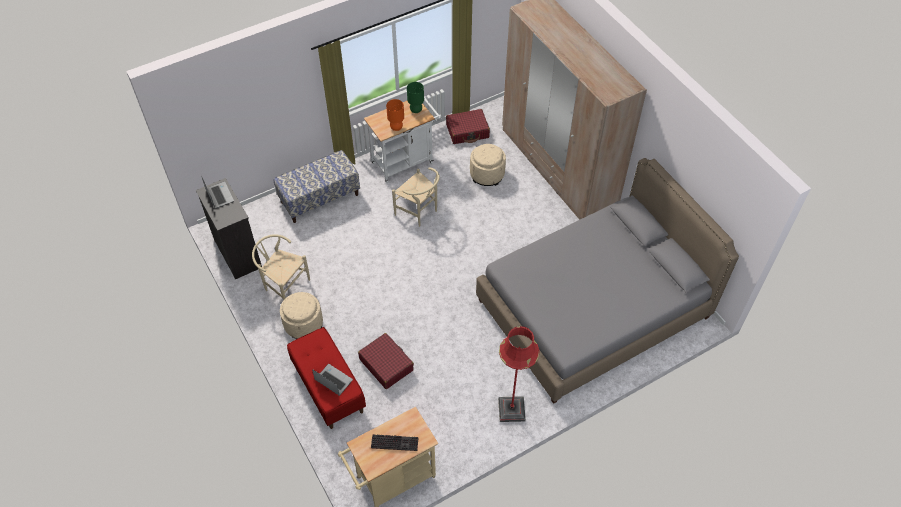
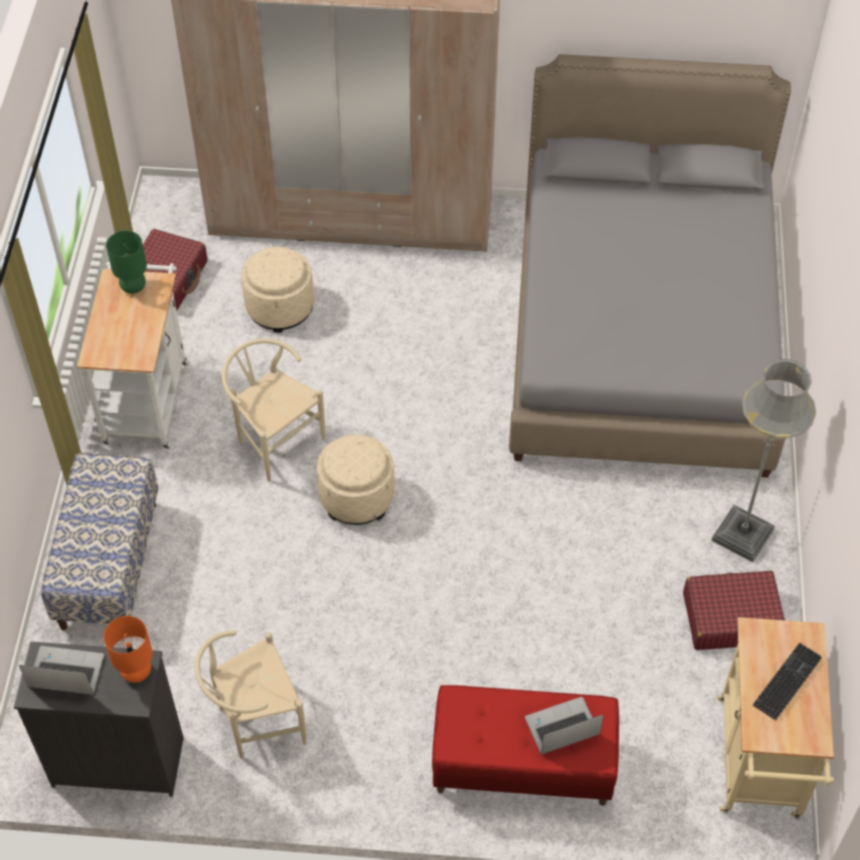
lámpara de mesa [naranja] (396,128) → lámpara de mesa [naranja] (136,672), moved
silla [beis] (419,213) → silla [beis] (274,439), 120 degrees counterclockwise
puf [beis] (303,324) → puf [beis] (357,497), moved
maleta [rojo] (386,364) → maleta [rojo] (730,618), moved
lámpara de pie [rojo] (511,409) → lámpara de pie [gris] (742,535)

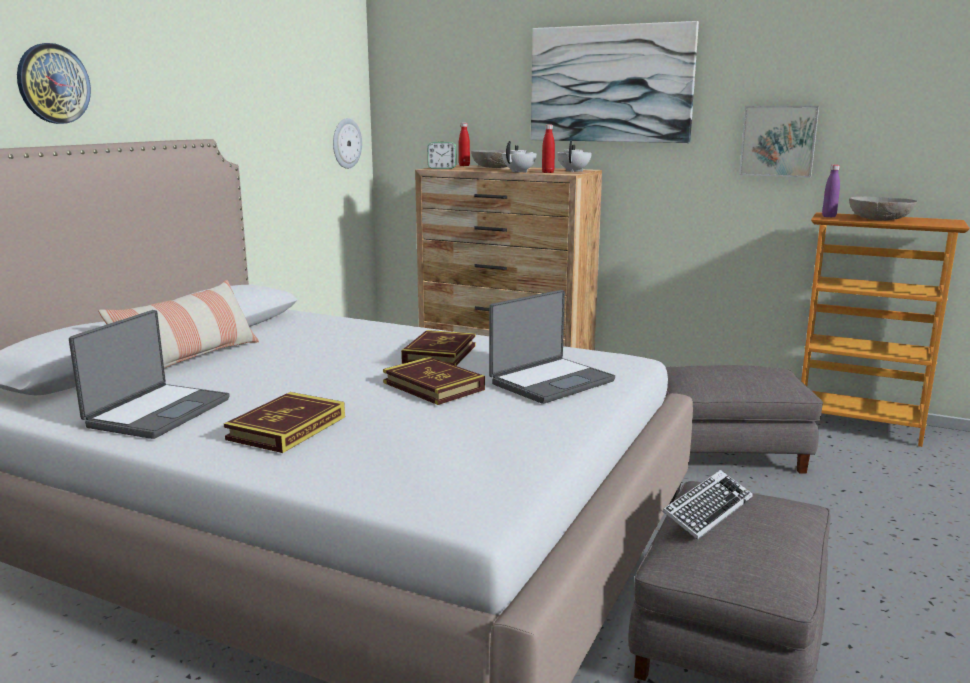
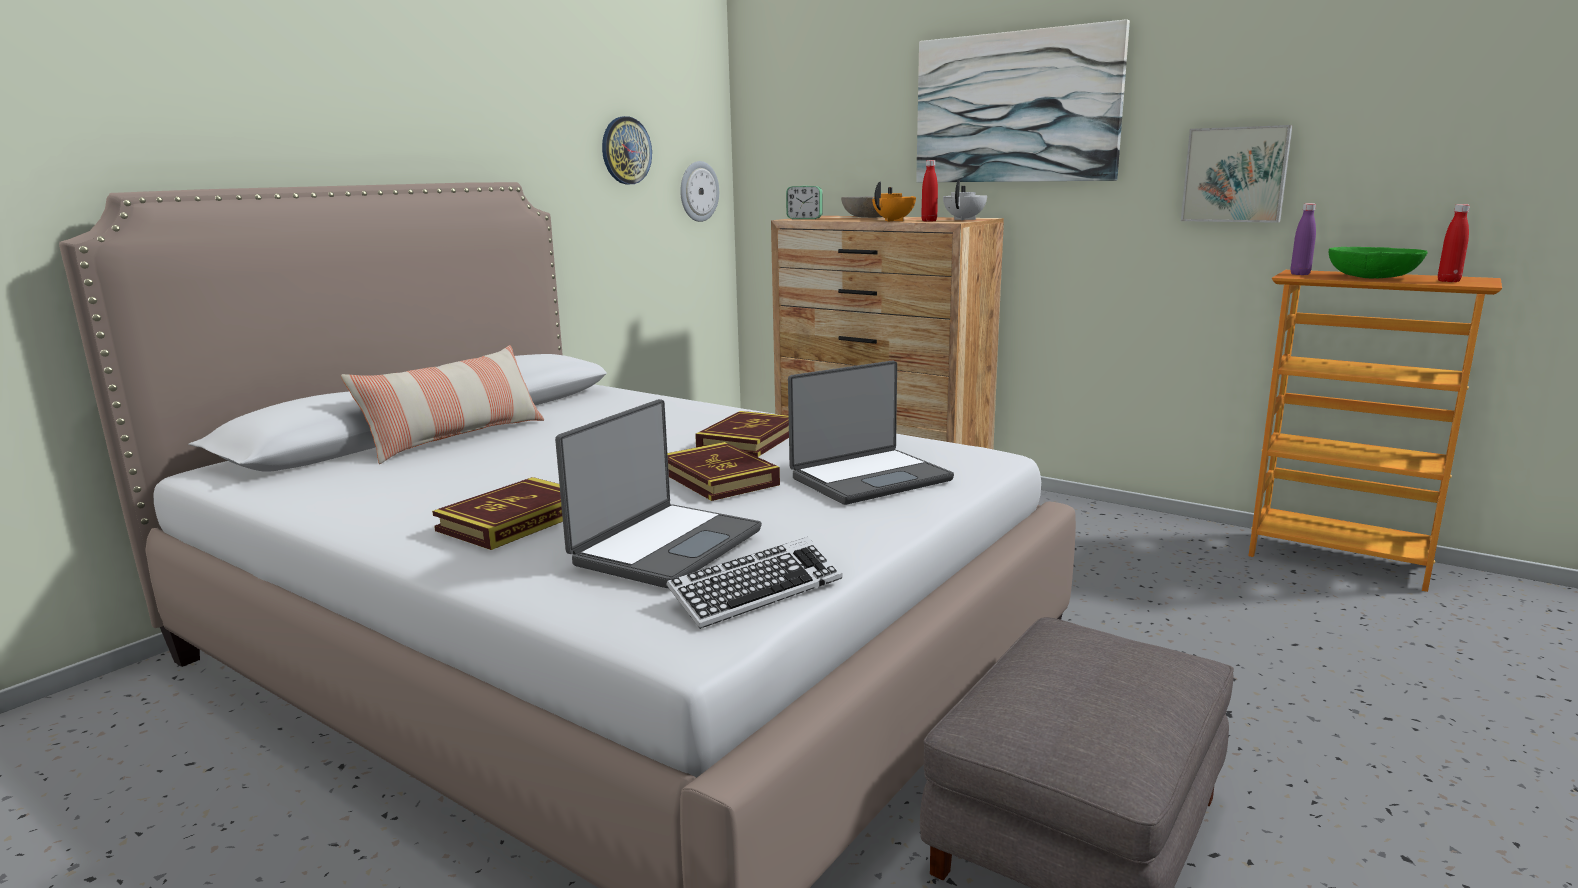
portátil (157,412) → portátil (665,546), moved
reloj de pared (53,84) → reloj de pared (625,150), moved
teclado (707,510) → teclado (756,591), moved
tetera [blanco] (519,172) → tetera [naranja] (894,220)
cuenco [gris] (880,219) → cuenco [verde] (1373,277)
botella [rojo] (464,165) → botella [rojo] (1448,281), moved
puf [gris] (726,453) → -

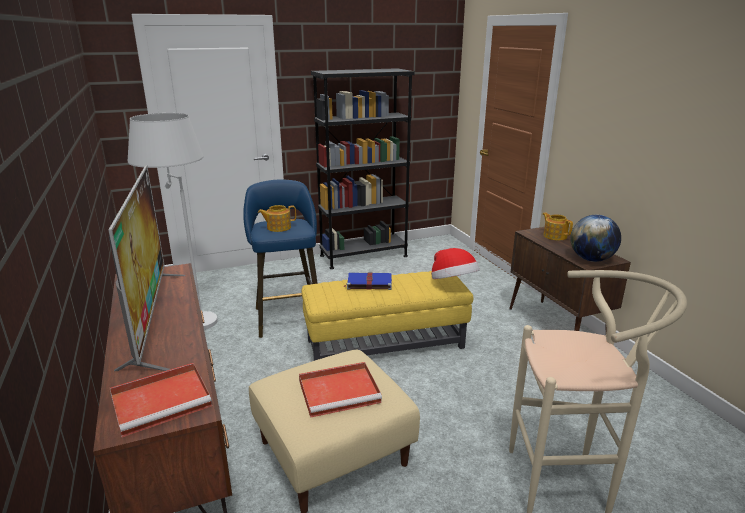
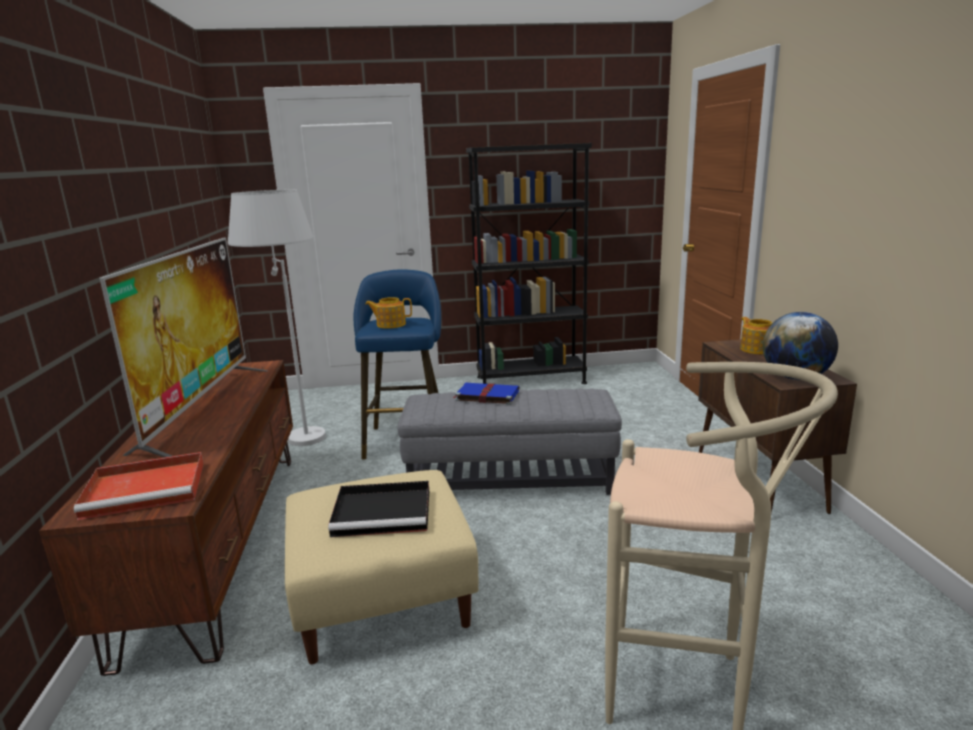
bandeja [rojo] (340,391) → bandeja [negro] (384,512)
puf [amarillo] (385,344) → puf [gris] (510,480)
sombrero (453,283) → -

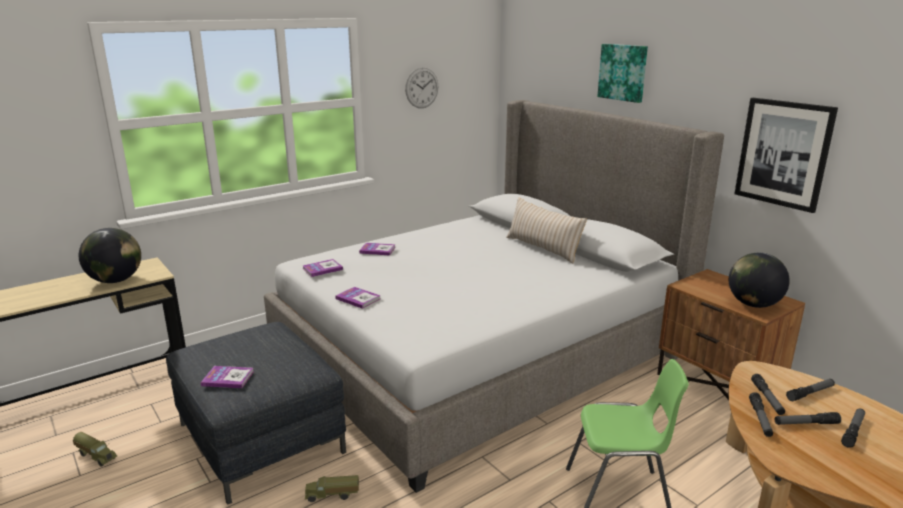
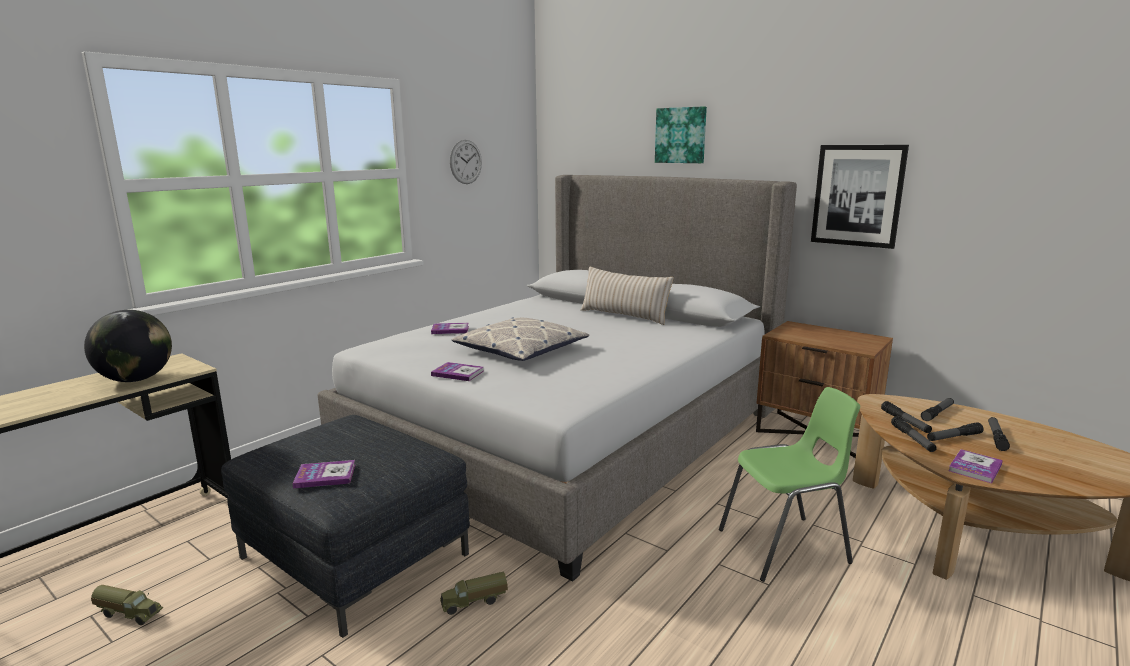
- → cojín (521,350)
libro (322,269) → libro (975,467), moved
globo terráqueo (753,304) → -

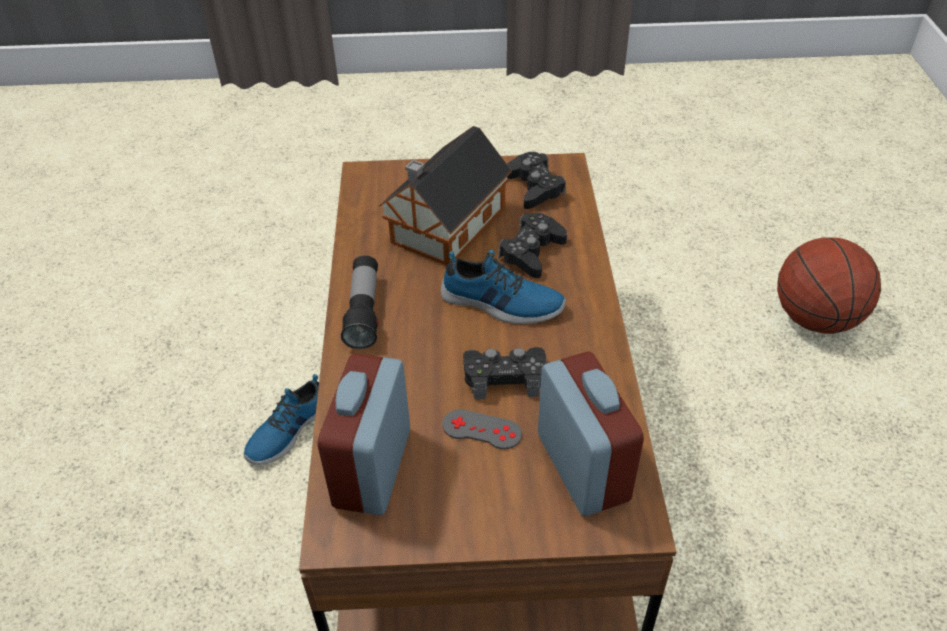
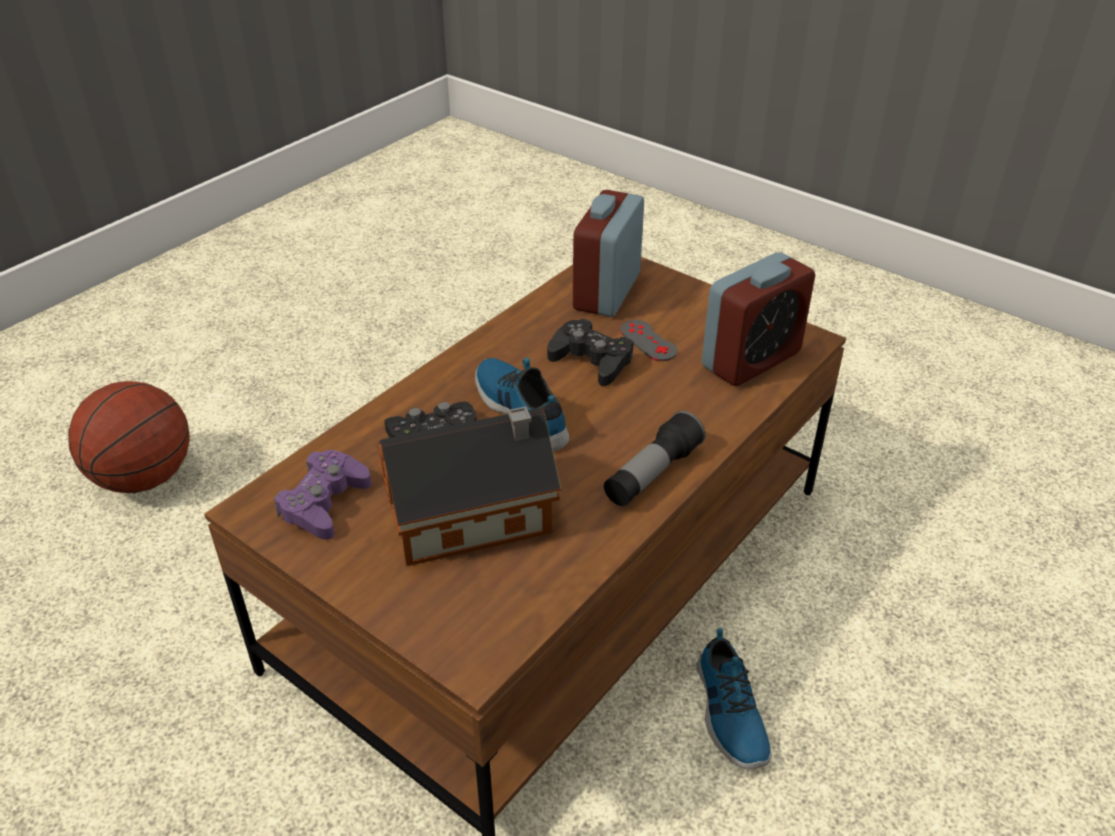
mando de consola [negro] (534,187) → mando de consola [morado] (324,503)
zapato (288,430) → zapato (728,712), 90 degrees clockwise

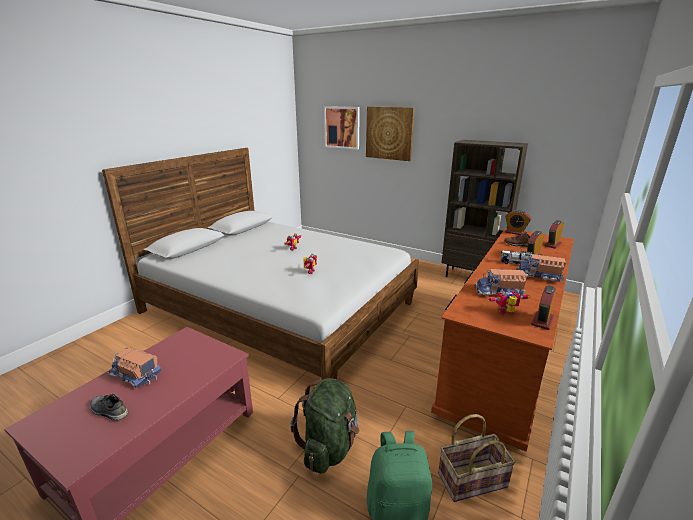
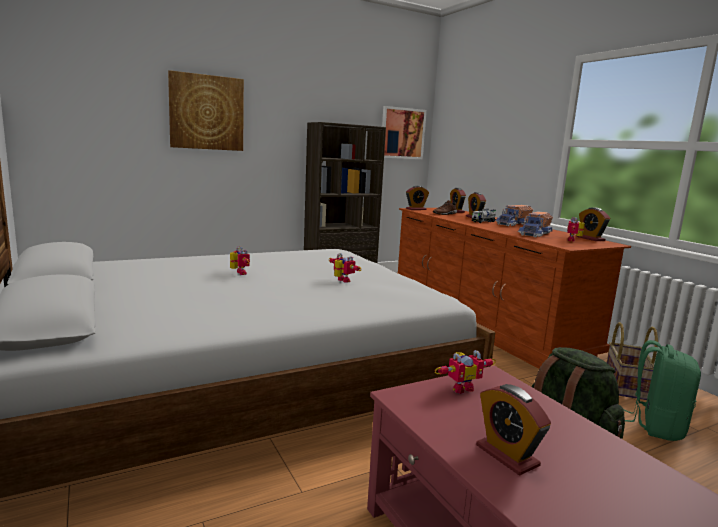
cuadro (342,127) → cuadro (402,133), moved
- → robot de juguete (460,387)
camión de juguete (135,375) → despertador (507,455)
zapato [gris] (108,411) → -

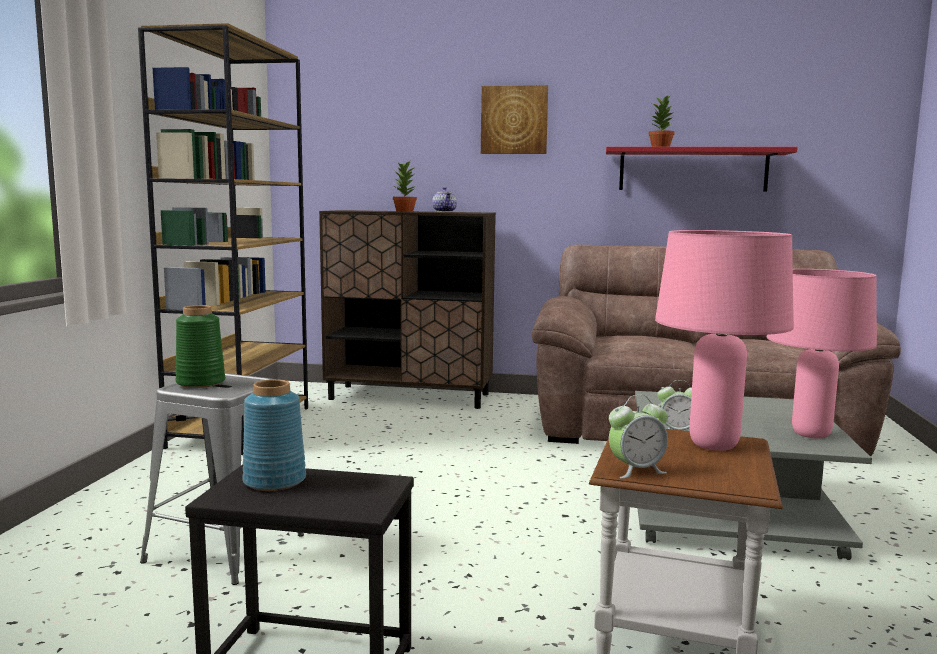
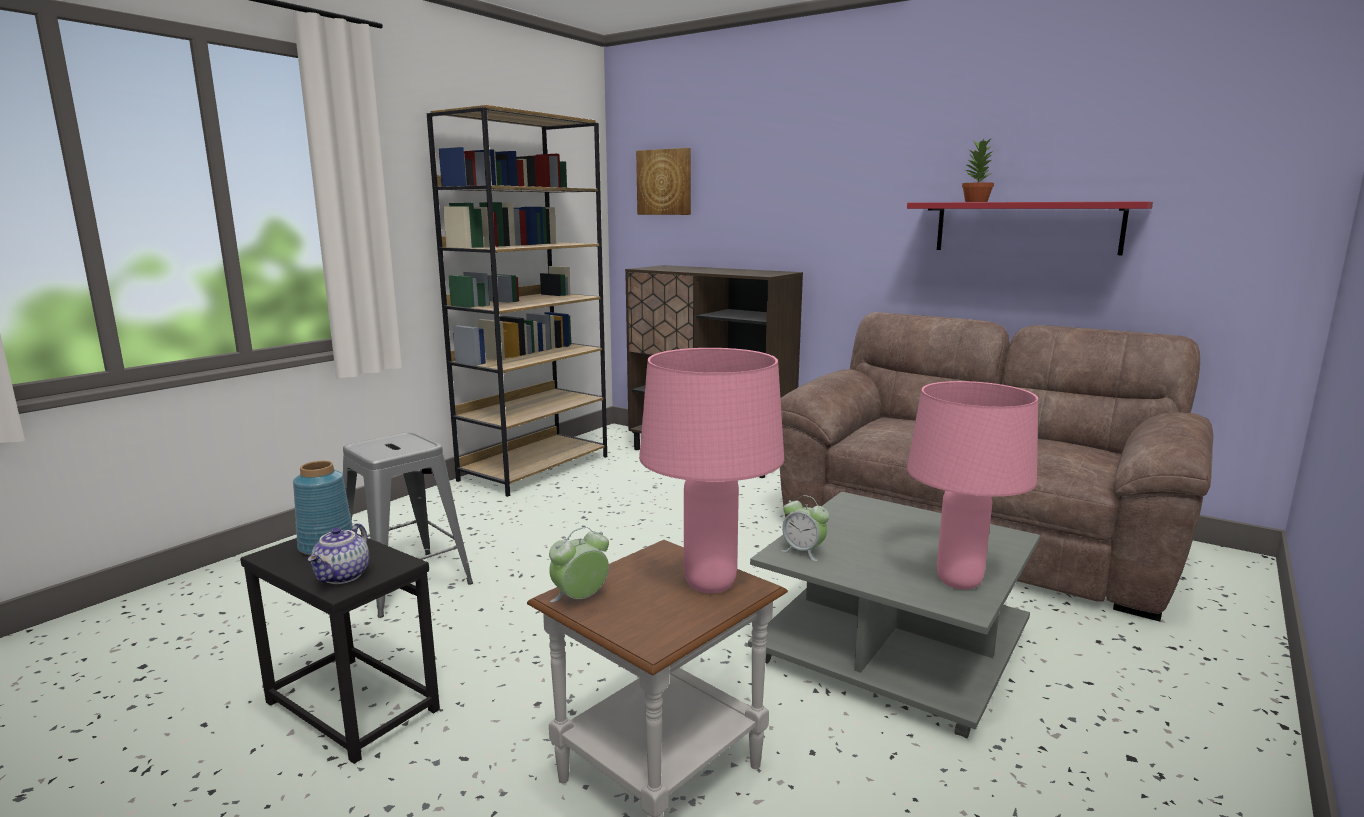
tetera (445,211) → tetera (343,576), moved
despertador (636,470) → despertador (580,599), 135 degrees clockwise
cuadro (514,120) → cuadro (665,182), moved
florero [verde] (201,382) → -
planta en maceta (404,211) → -

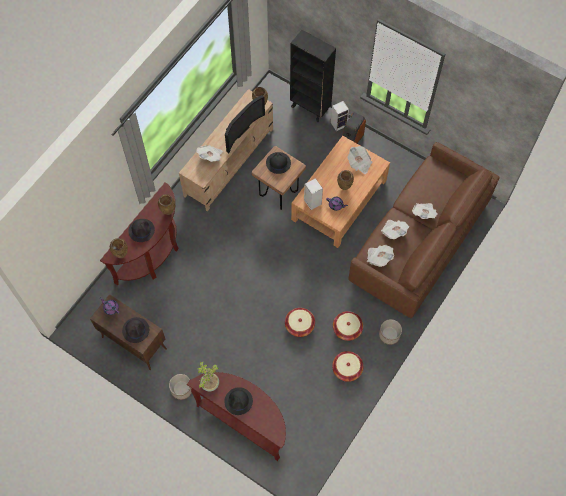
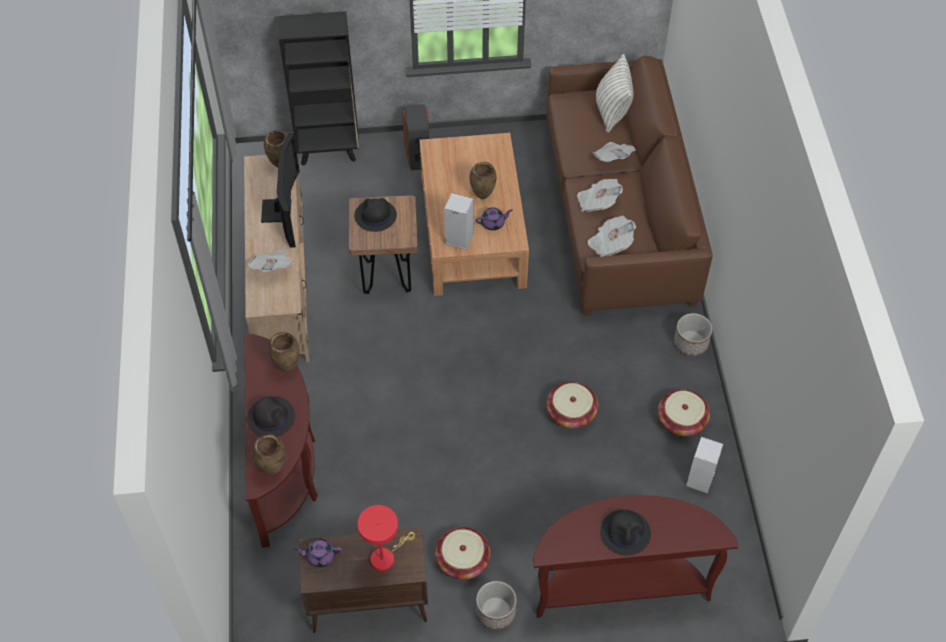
sombrero [negro] (136,330) → lámpara de mesa [rojo] (385,557)
cesta (347,329) → cesta (463,560), moved
- → cojín (612,111)
altavoz (339,124) → altavoz (700,478), moved
planta en maceta (209,384) → -
periódico (359,163) → -

